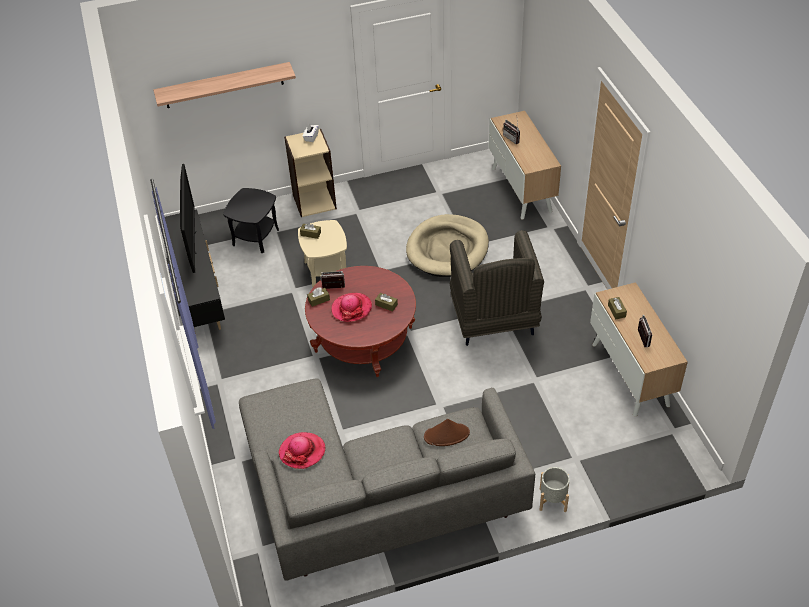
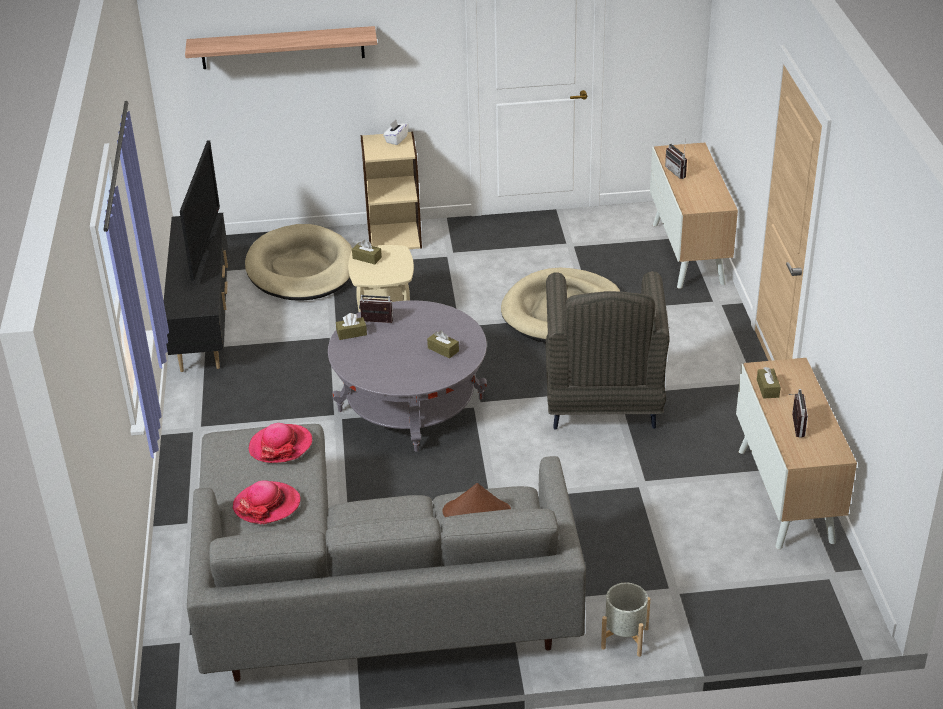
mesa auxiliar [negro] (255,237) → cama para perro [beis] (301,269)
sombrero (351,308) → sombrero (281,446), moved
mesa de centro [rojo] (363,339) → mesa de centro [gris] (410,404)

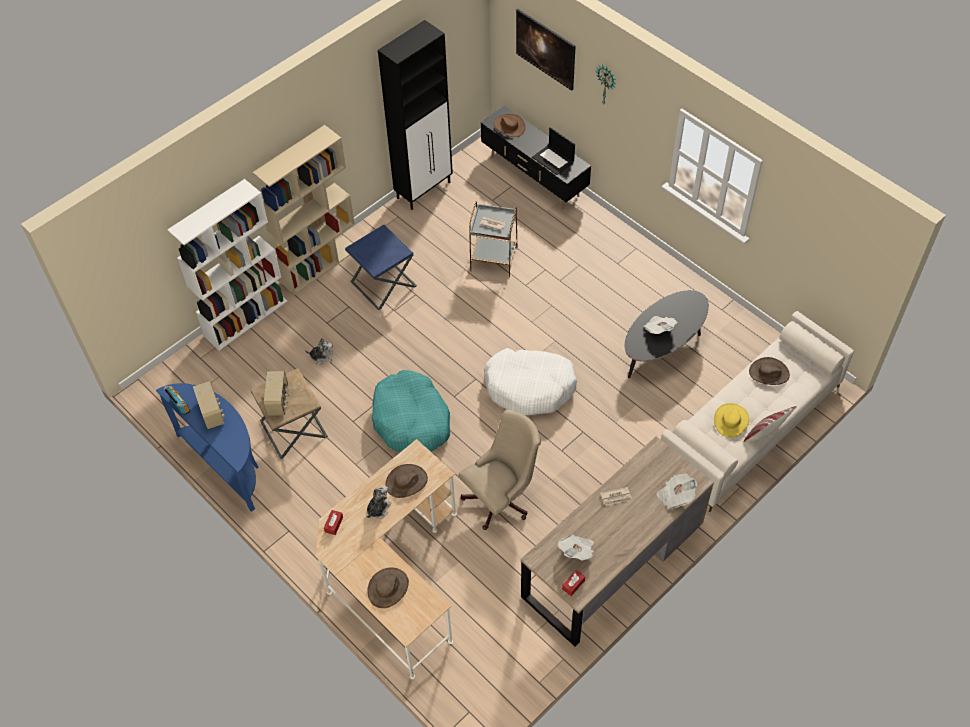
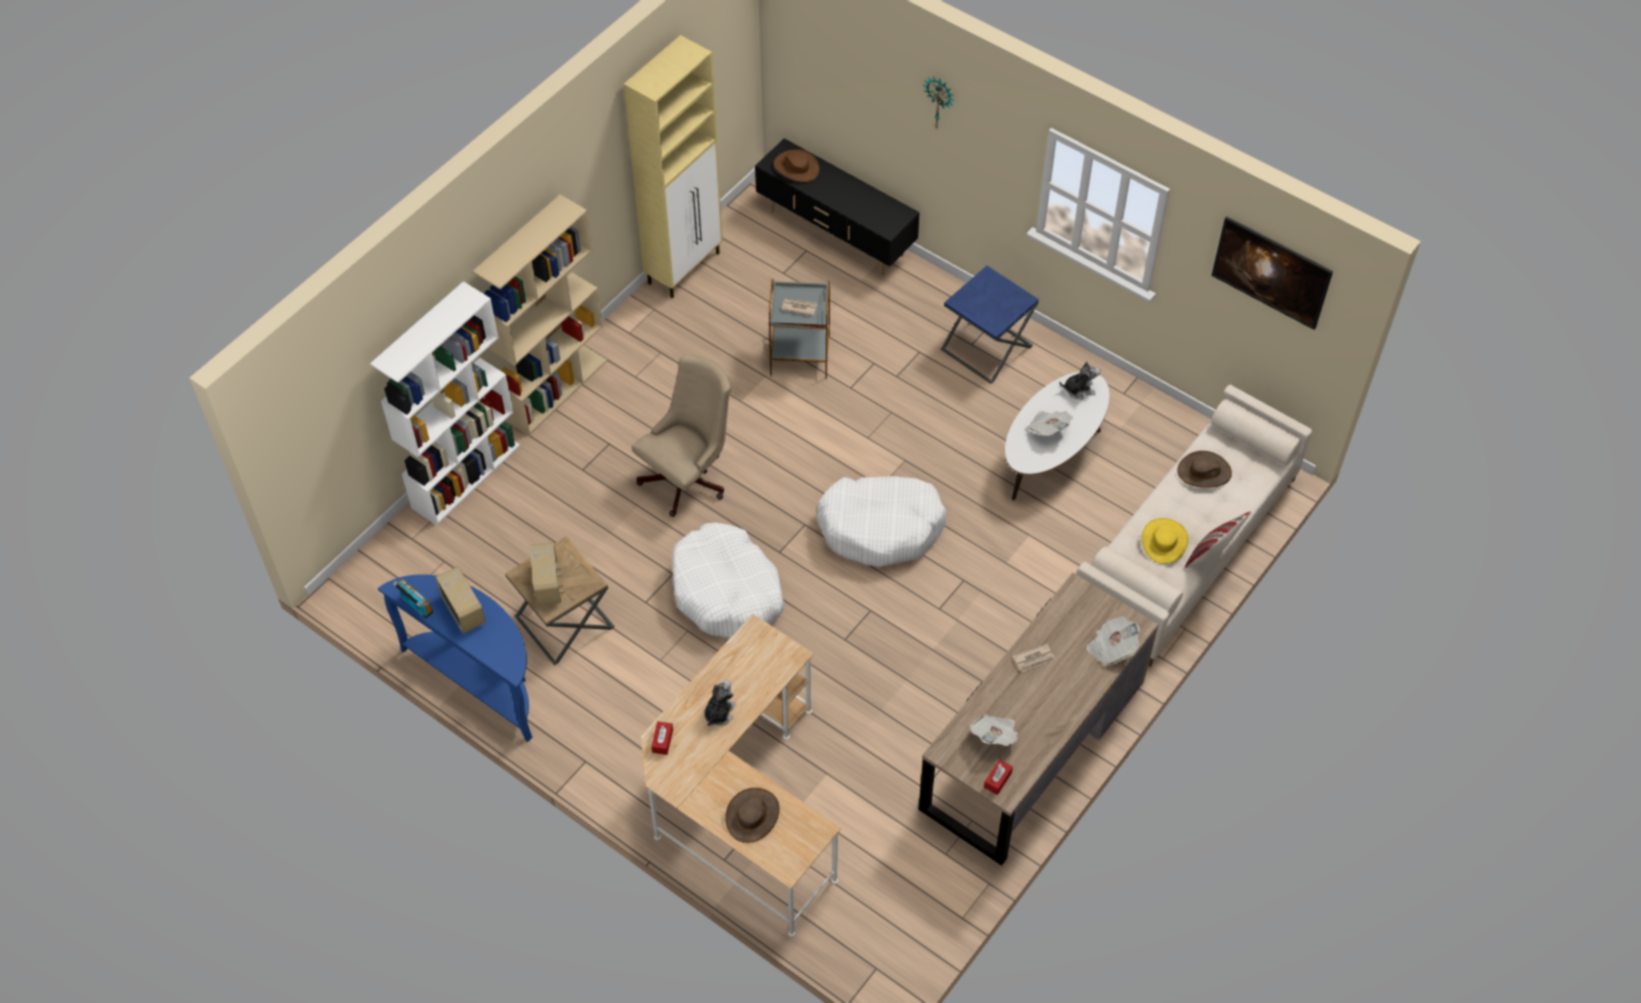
armario [negro] (424,190) → armario [beis] (685,268)
silla de oficina [beis] (501,498) → silla de oficina [beis] (689,477), moved
cama para perro [turquesa] (411,420) → cama para perro [blanco] (727,591)
mesa auxiliar [azul] (383,284) → mesa auxiliar [azul] (986,348), moved
mesa de centro [negro] (663,348) → mesa de centro [blanco] (1052,454)
peluche (322,356) → peluche (1079,389), moved
cuadro (545,60) → cuadro (1267,286), moved
sombrero [marrón] (406,482) → -
portátil (553,160) → -

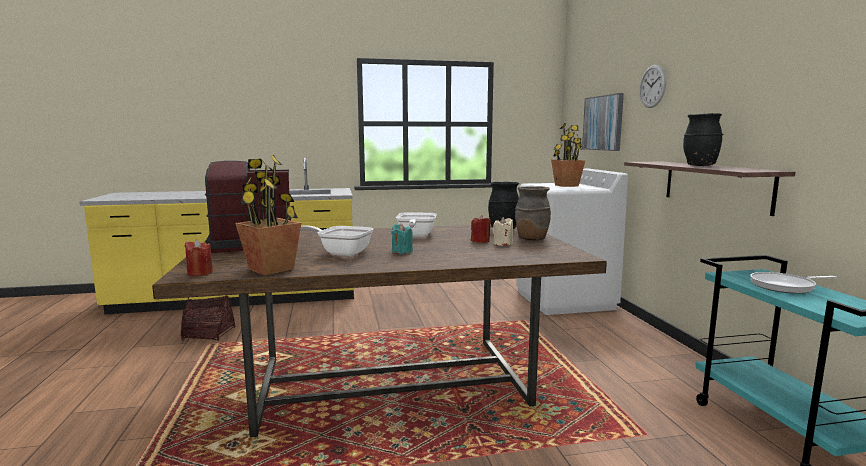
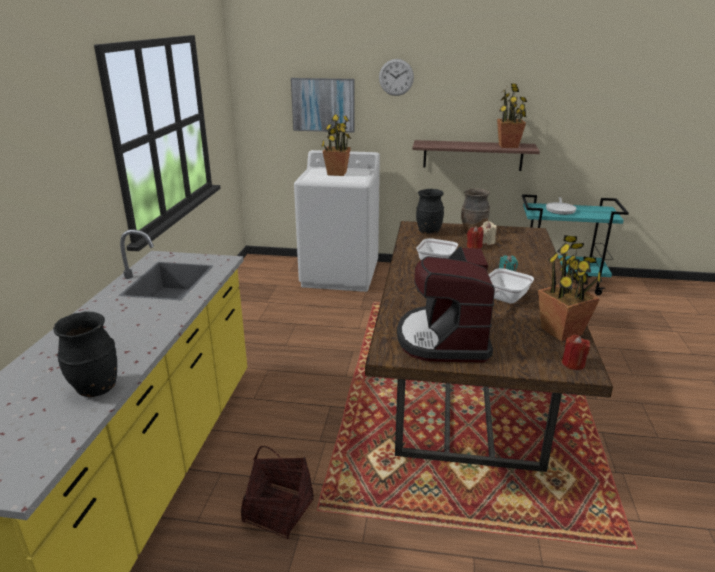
florero [negro] (700,166) → florero [negro] (96,388), moved
- → planta en maceta (508,146)

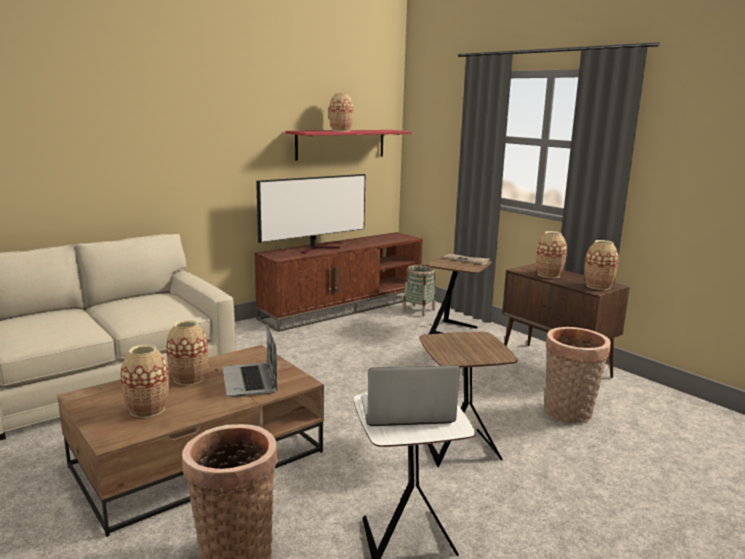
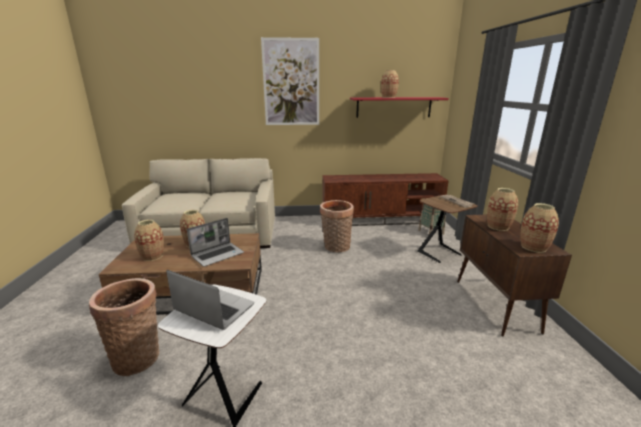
portátil (250,381) → portátil (218,255), 150 degrees counterclockwise
- → cuadro (291,83)
cesta (568,414) → cesta (336,247), moved
televisor (318,248) → -
mesa auxiliar [marrón] (458,447) → -

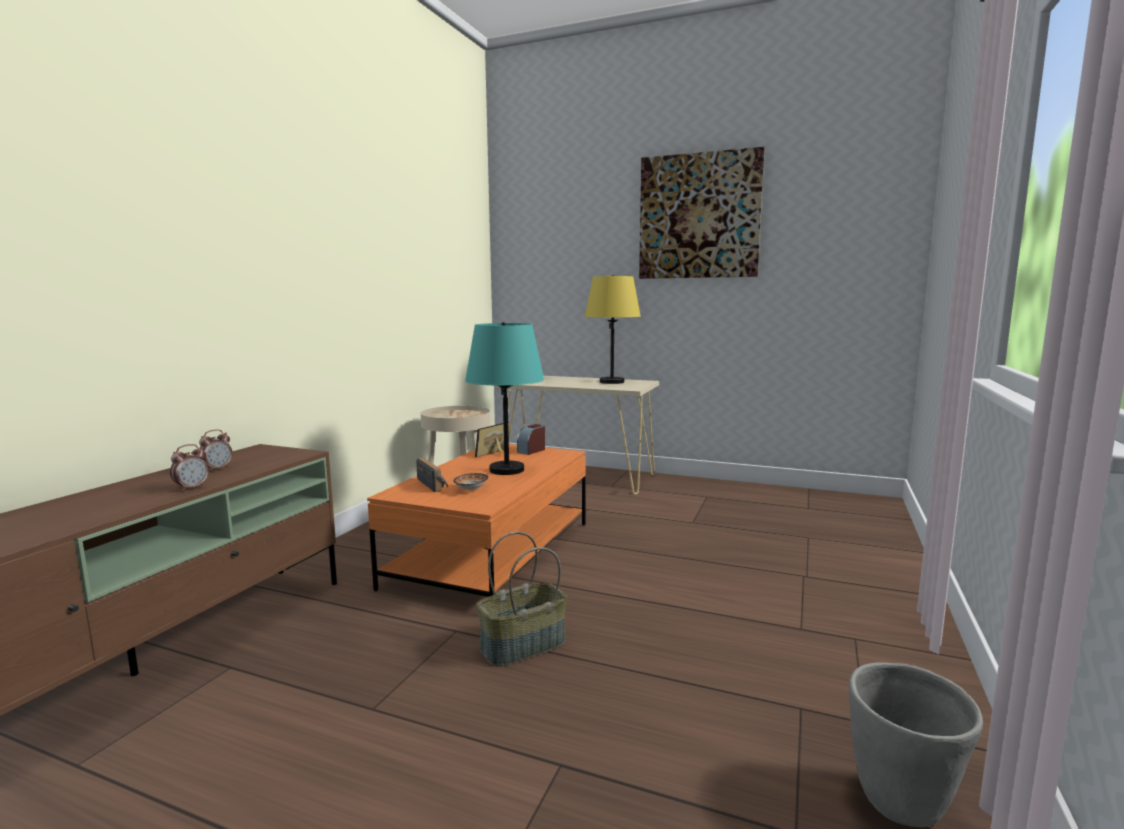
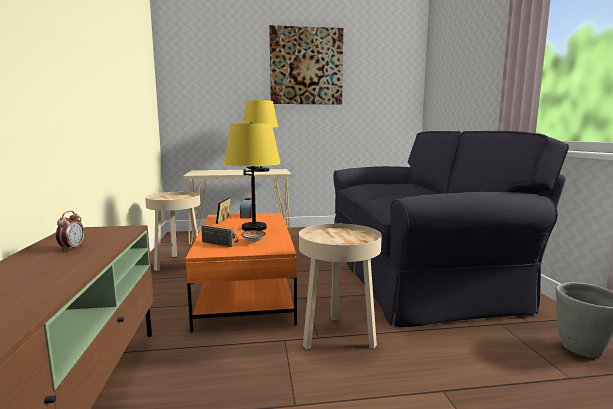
lámpara de mesa [turquesa] (507,470) → lámpara de mesa [amarillo] (254,228)
cesta (523,647) → mesa auxiliar [beis] (338,336)
- → sofá [negro] (414,270)
despertador (192,488) → -

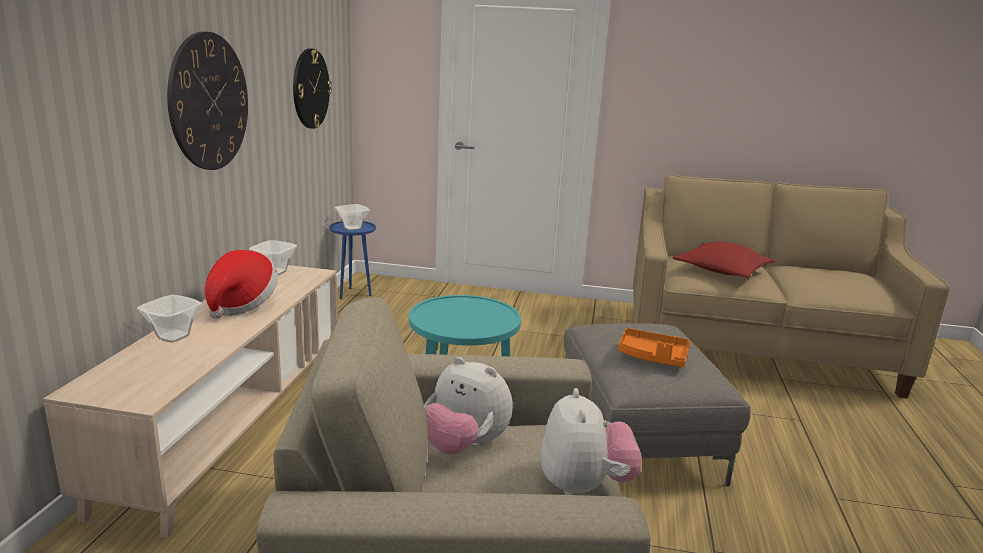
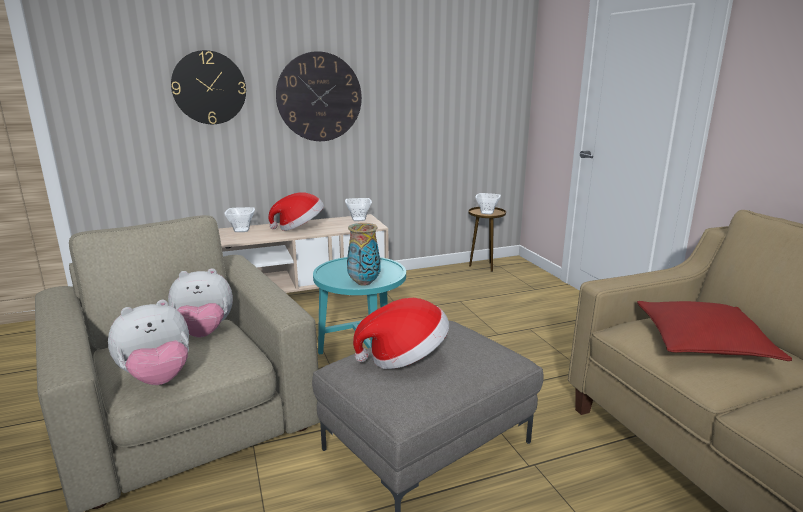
peluche (464,446) → peluche (204,333), 105 degrees counterclockwise
reloj de pared (310,89) → reloj de pared (209,88), moved
- → florero (364,283)
bandeja [naranja] (652,357) → sombrero (405,357)
mesa auxiliar [azul] (354,294) → mesa auxiliar [marrón] (484,267)

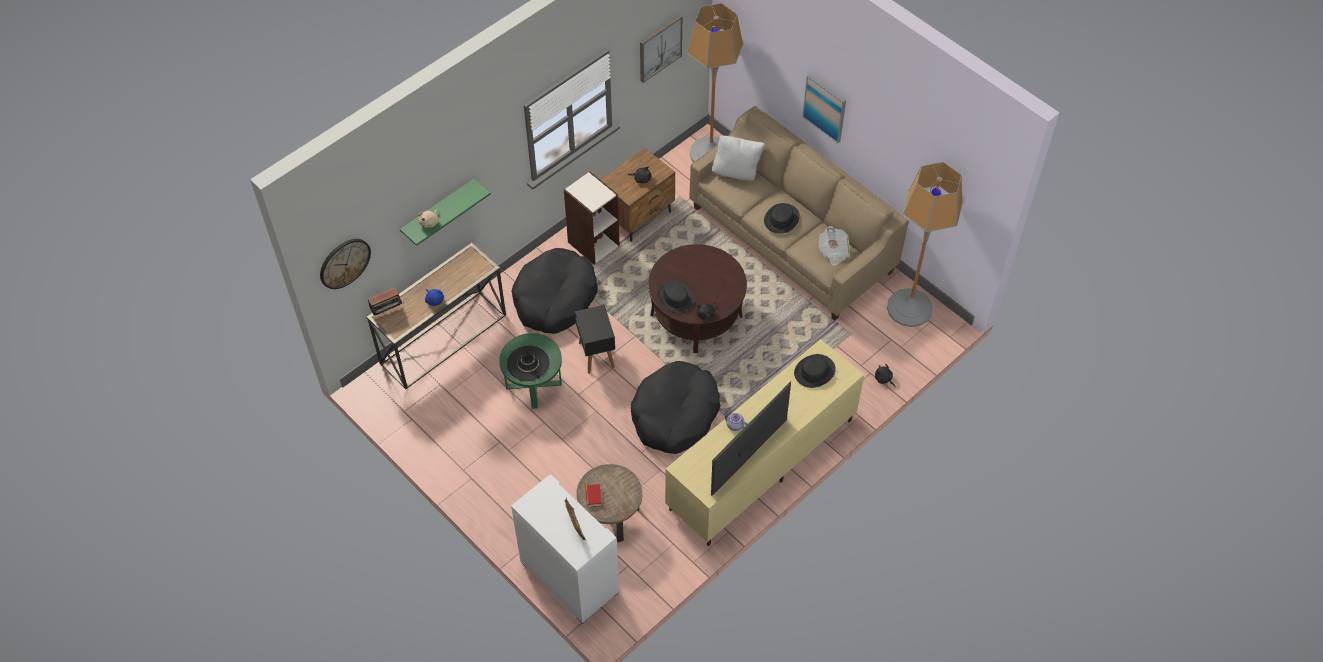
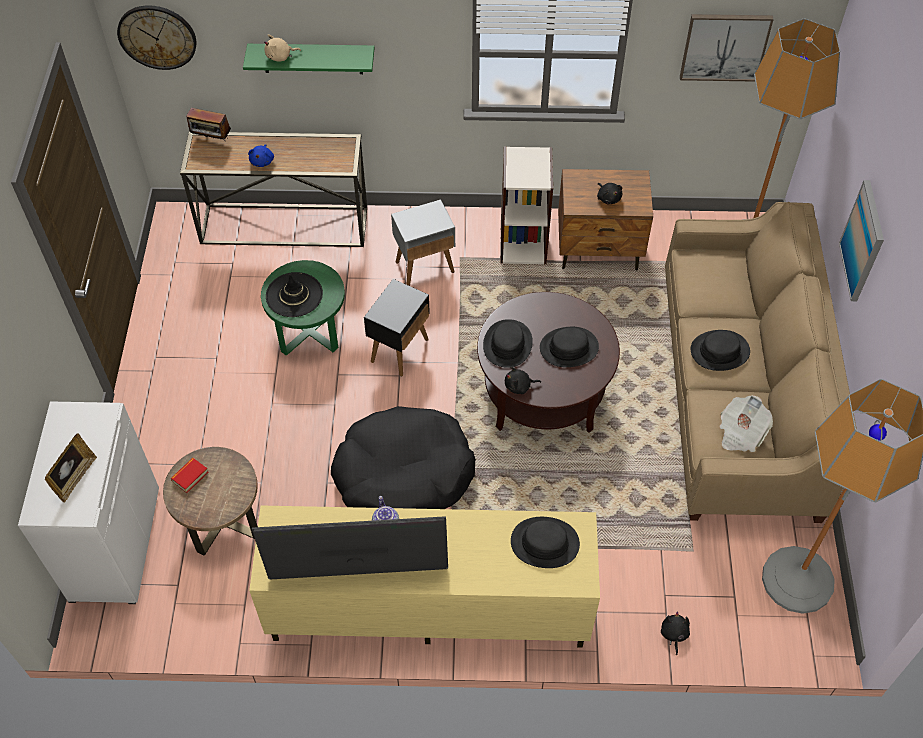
cama para perro [negro] (555,299) → mesa auxiliar [gris] (425,267)
- → sombrero [negro] (569,348)
cojín [blanco] (736,172) → -

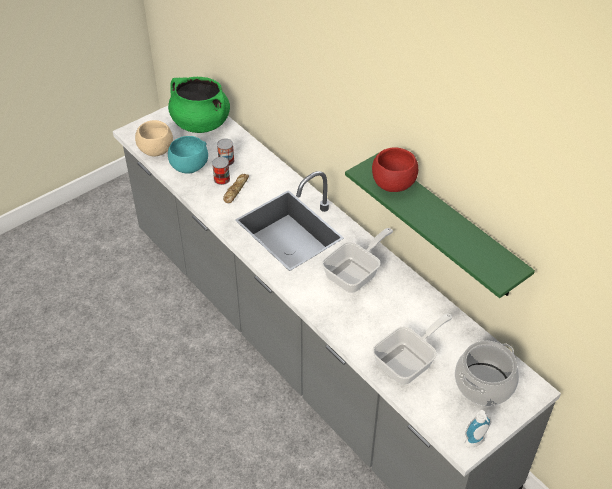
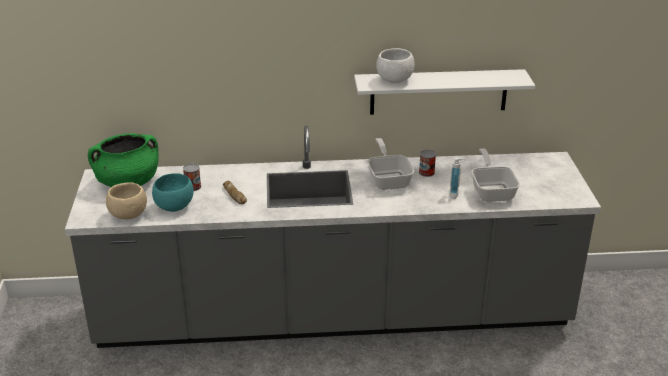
estante [verde] (448,226) → estante [blanco] (438,92)
cuenco [rojo] (393,184) → cuenco [blanco] (394,80)
lata (221,179) → lata (426,172), moved
dispensador de jabón (475,444) → dispensador de jabón (455,195), moved
olla (484,384) → -

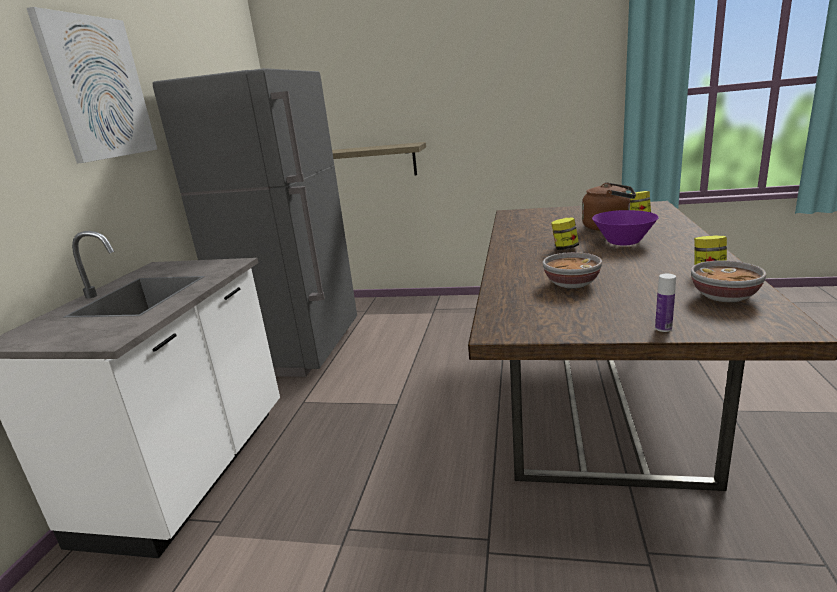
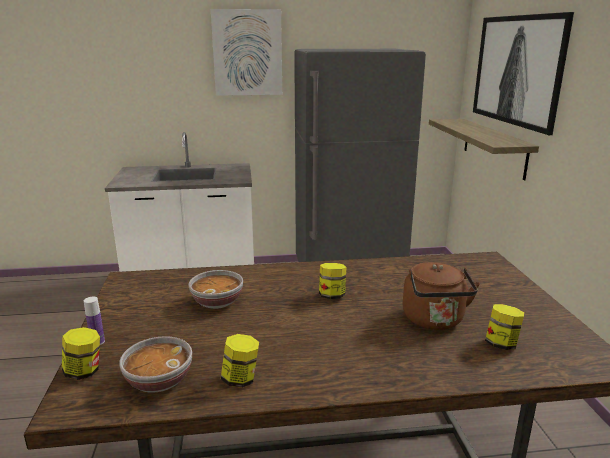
- → tarro (84,372)
- → cuadro (518,70)
cuenco [morado] (623,242) → -

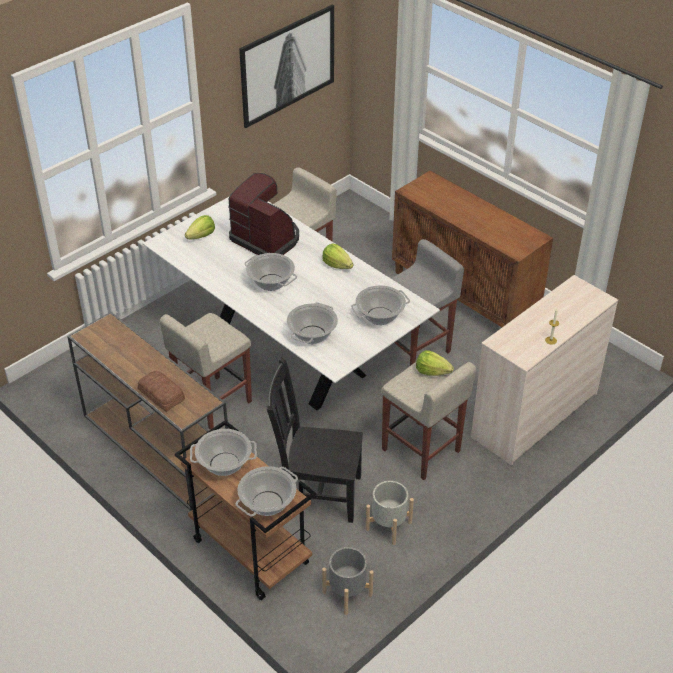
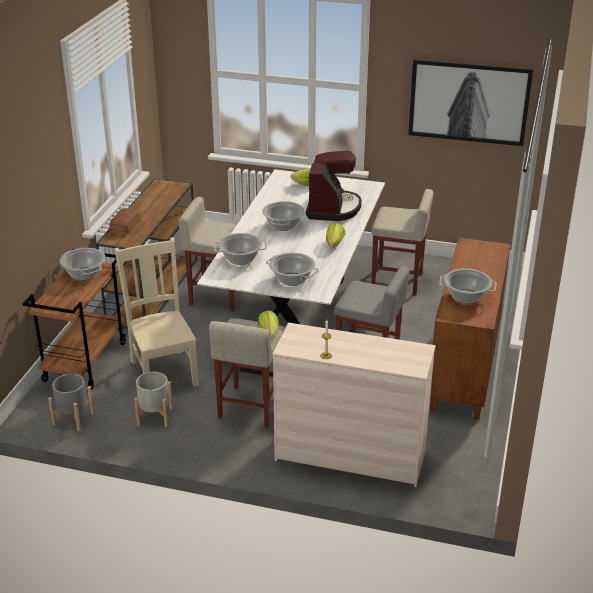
silla [negro] (317,493) → silla [beis] (163,371)
olla (267,503) → olla (466,296), moved

